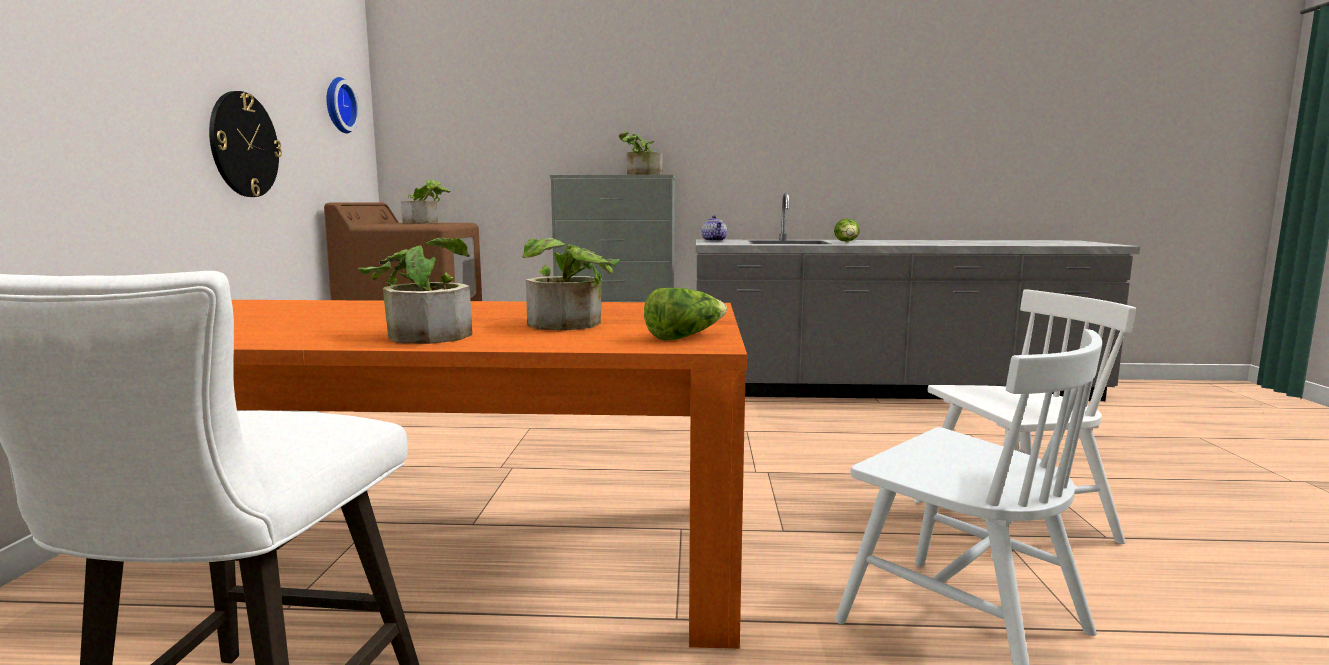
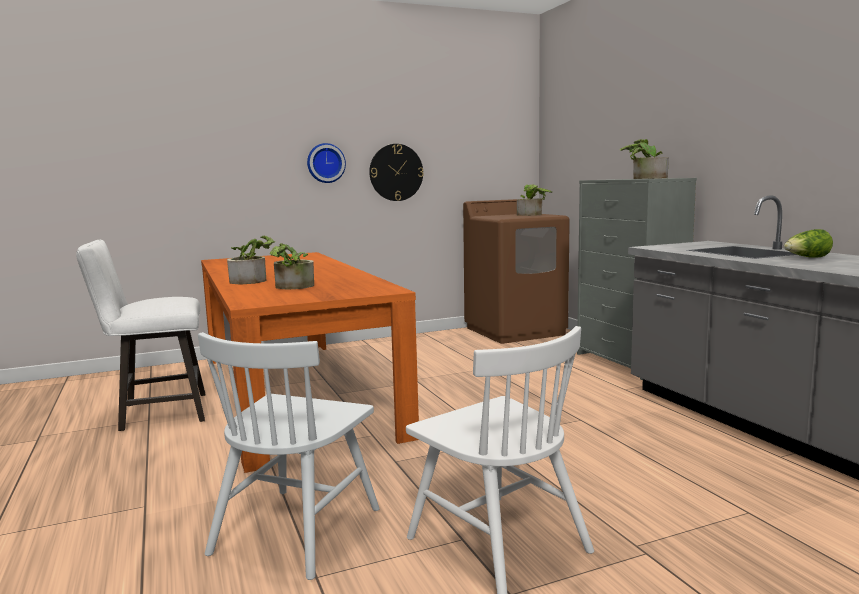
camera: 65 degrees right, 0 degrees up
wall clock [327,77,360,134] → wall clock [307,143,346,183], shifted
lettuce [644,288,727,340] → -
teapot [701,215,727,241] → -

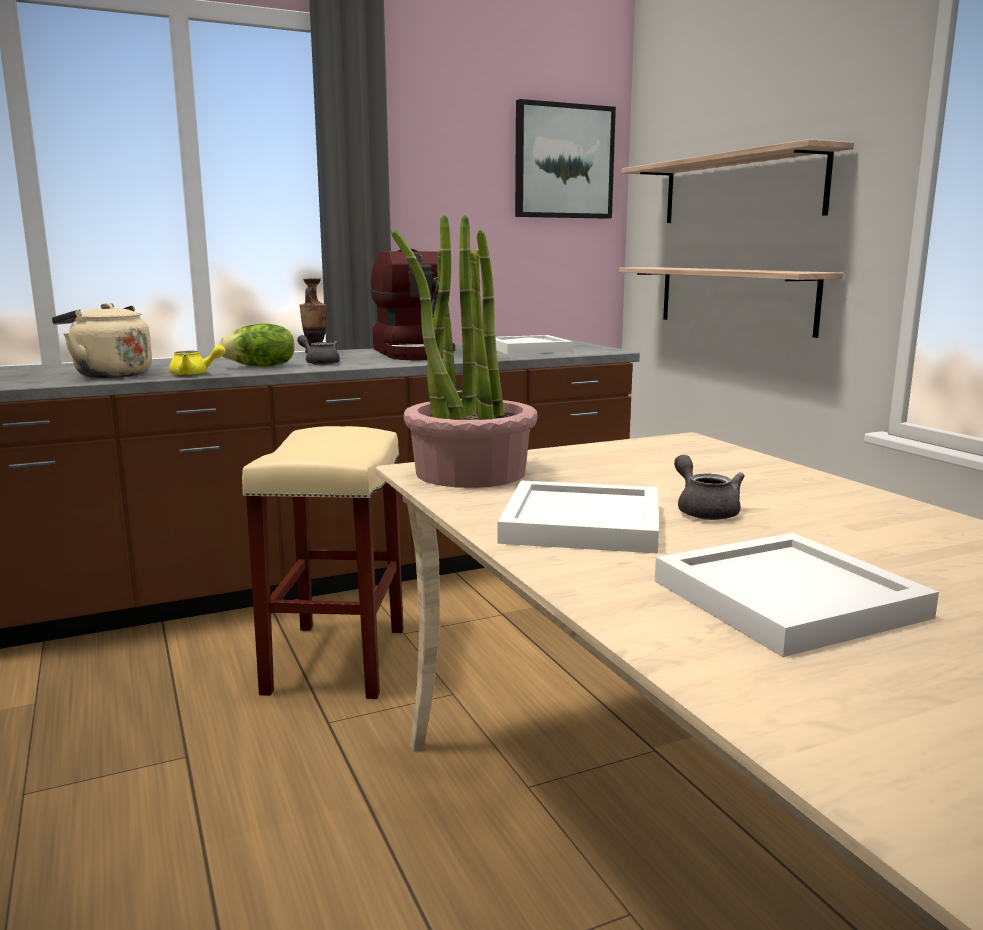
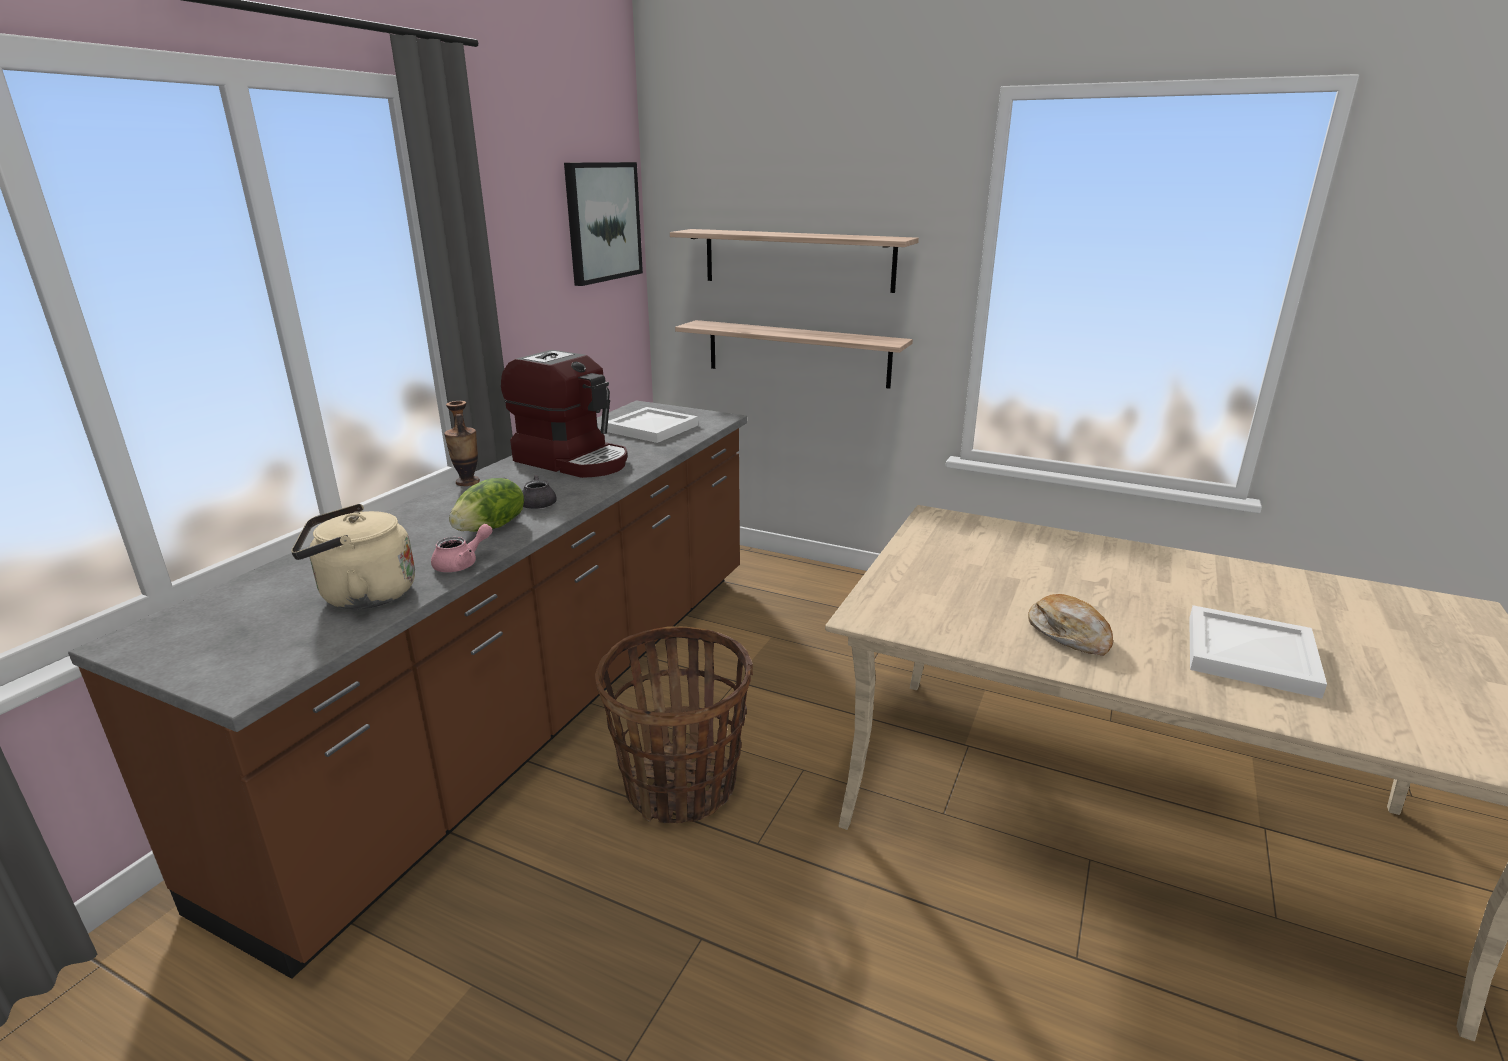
camera: 40 degrees left, 10 degrees up
teapot (yellow) [169,345,226,376] → teapot (pink) [431,524,493,572]
stool (beige) [242,426,404,699] → basket [595,626,753,823]
tray (white) [497,480,659,554] → bread [1028,594,1113,656]
potted plant [391,215,538,488] → -
teapot (grey) [674,455,745,520] → -

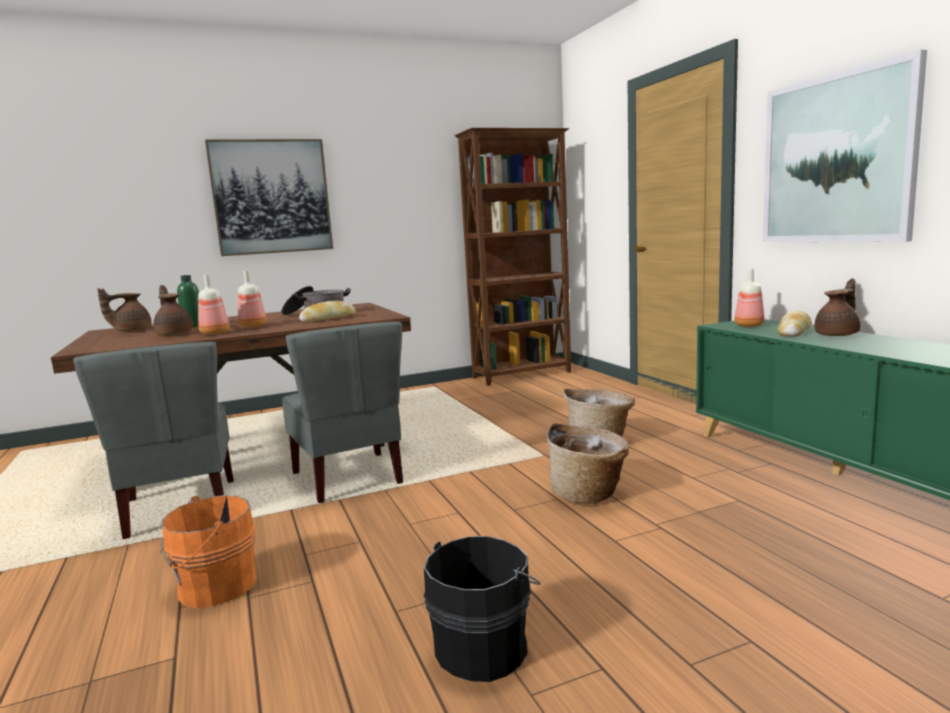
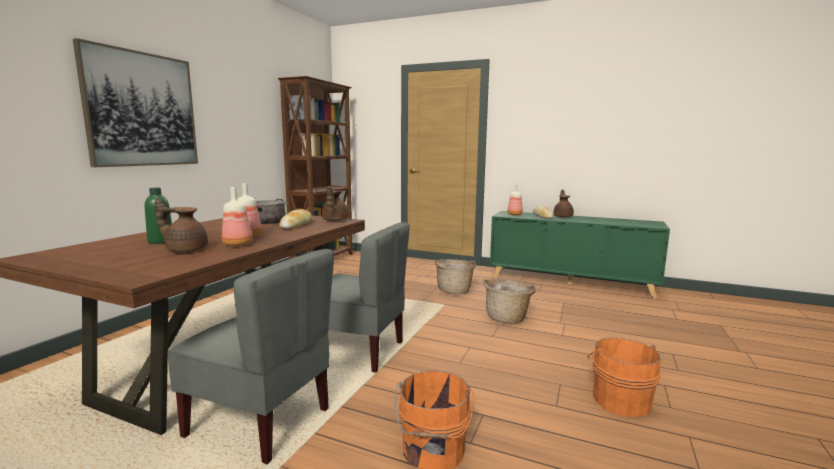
camera: 45 degrees left, 0 degrees up
teapot (brown) [97,288,151,331] → teapot (brown) [321,186,348,221], shifted
bucket (black) [424,536,540,682] → bucket (orange) [588,338,661,417]
picture [763,50,927,242] → -

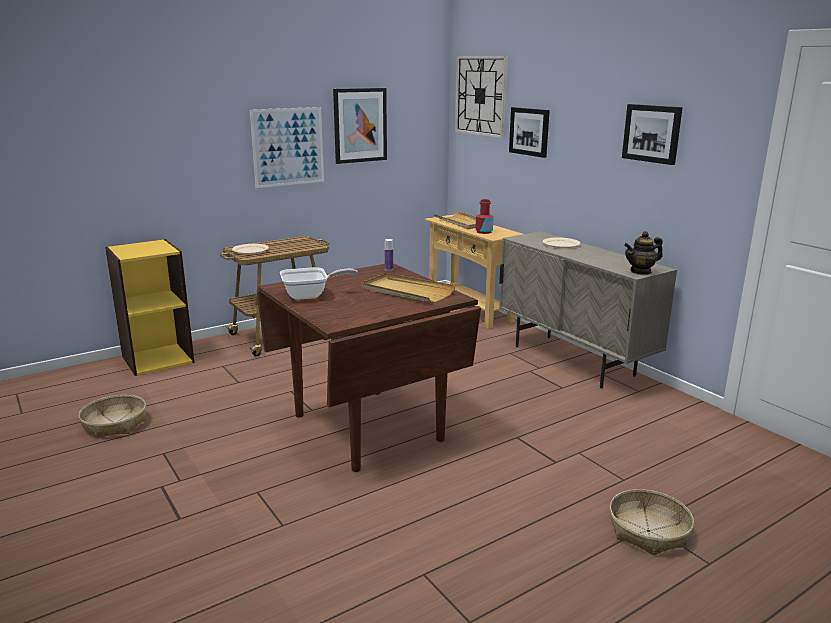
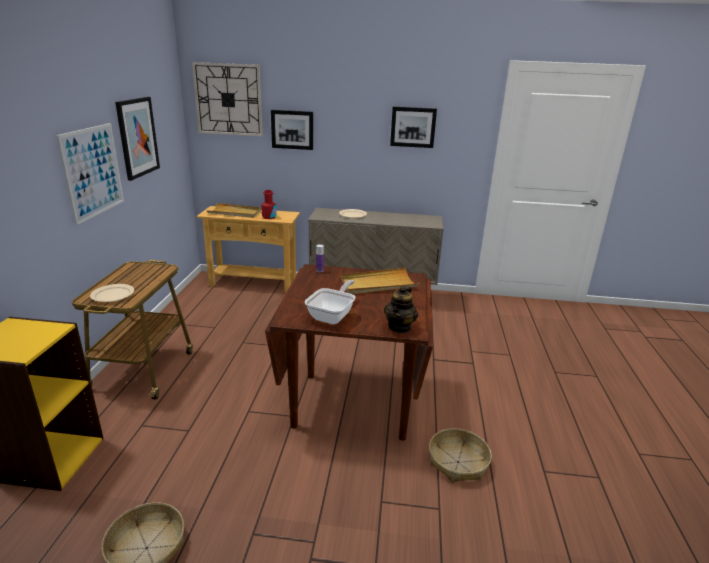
camera: 50 degrees left, 5 degrees up
teapot [624,231,663,275] → teapot [384,286,418,333], shifted
basket [609,489,694,555] → basket [429,428,492,483], shifted

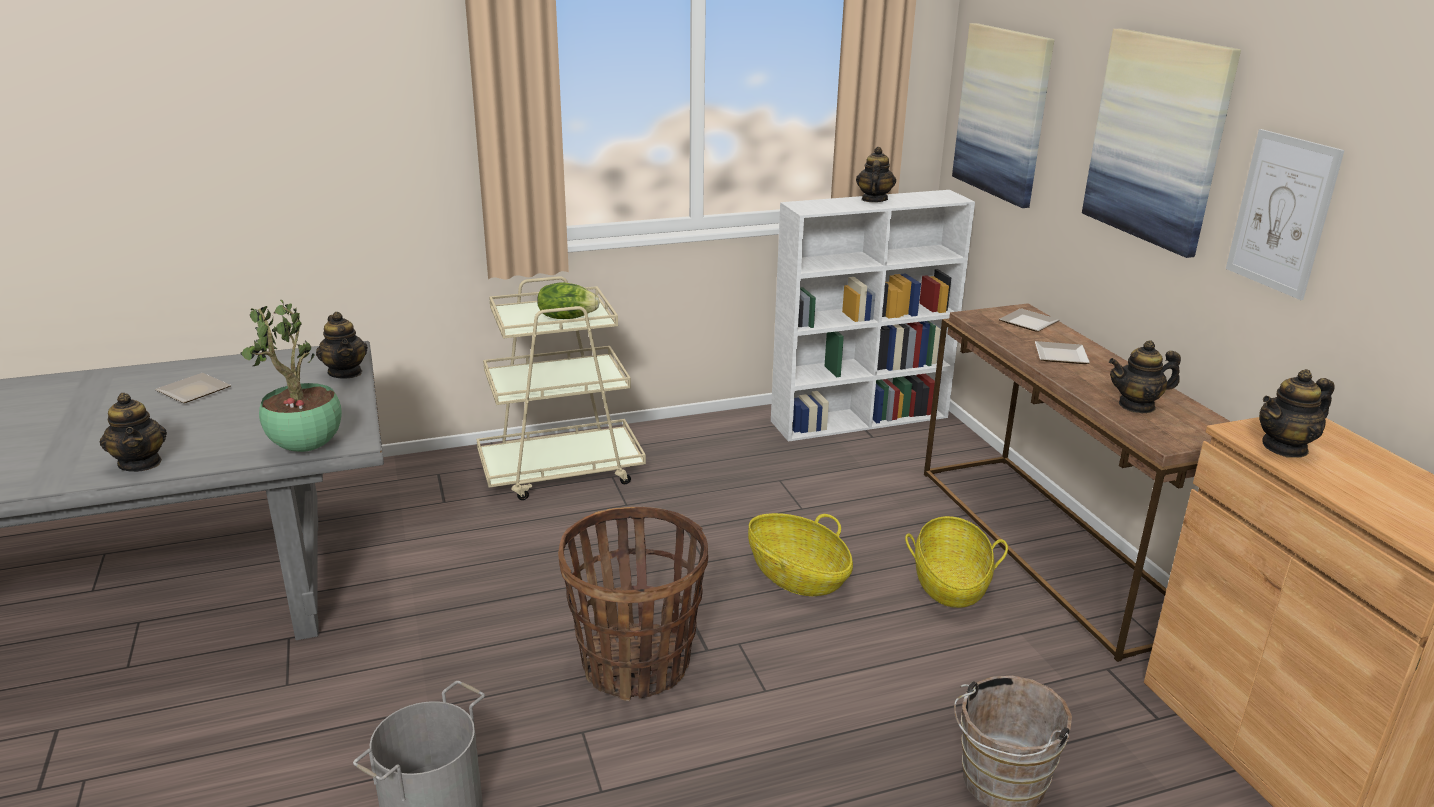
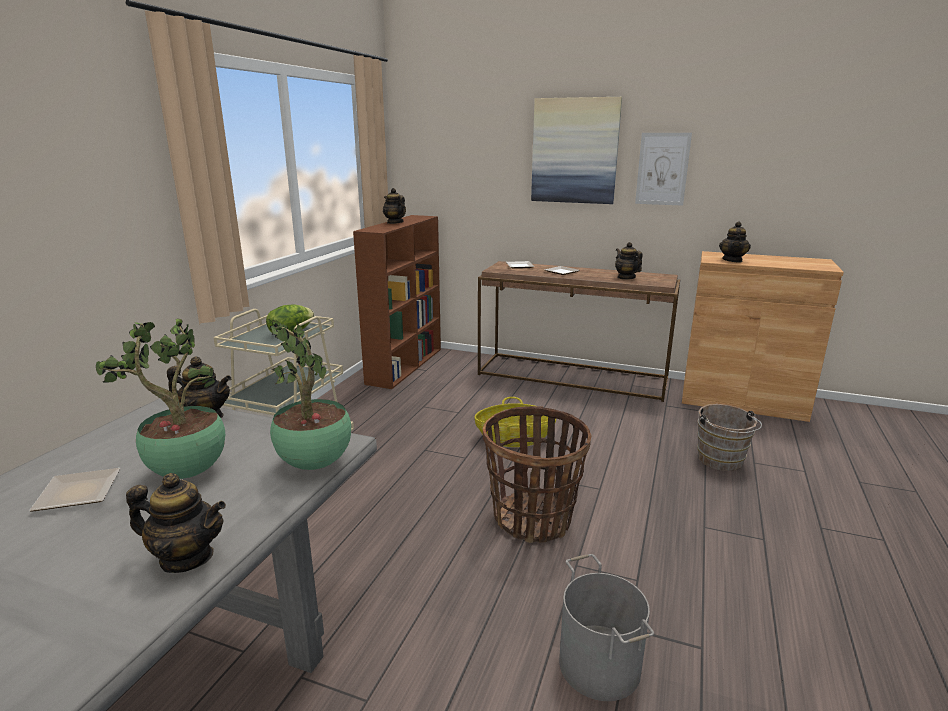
camera: 50 degrees left, 5 degrees down
- → potted plant [96,319,225,479]
bookcase (white) [771,190,975,442] → bookcase (brown) [353,215,441,389]
teapot [1109,340,1181,413] → teapot [615,242,643,280], 120 degrees clockwise
basket [905,516,1008,608] → -
picture [952,23,1054,208] → -

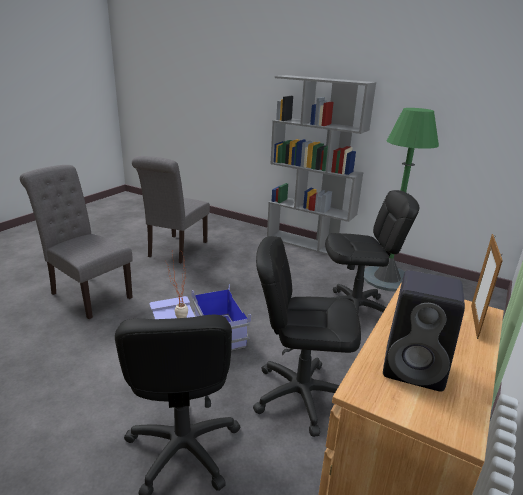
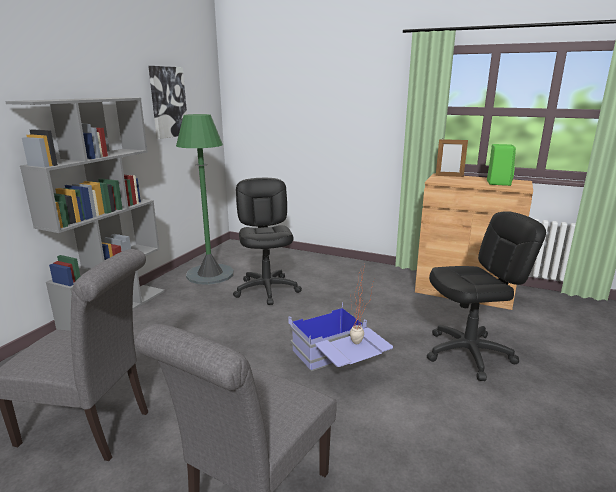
camera: 95 degrees left, 5 degrees down
- → picture [148,66,187,139]
speaker (black) [383,270,465,391] → speaker (green) [487,144,516,186]
office chair (black) [253,236,361,437] → -

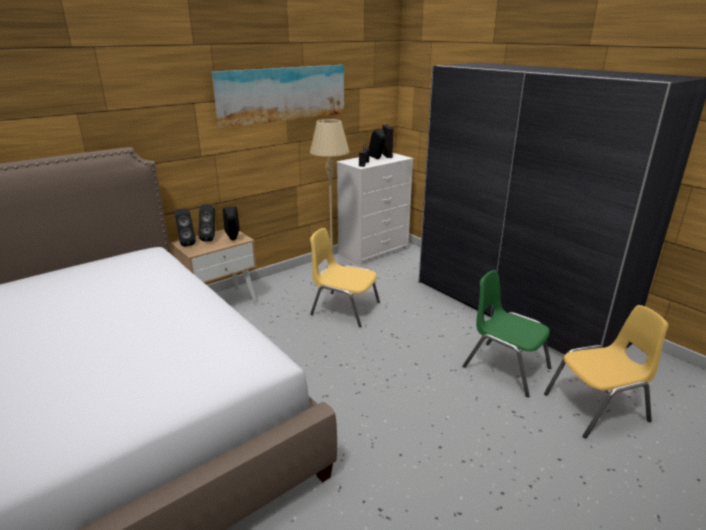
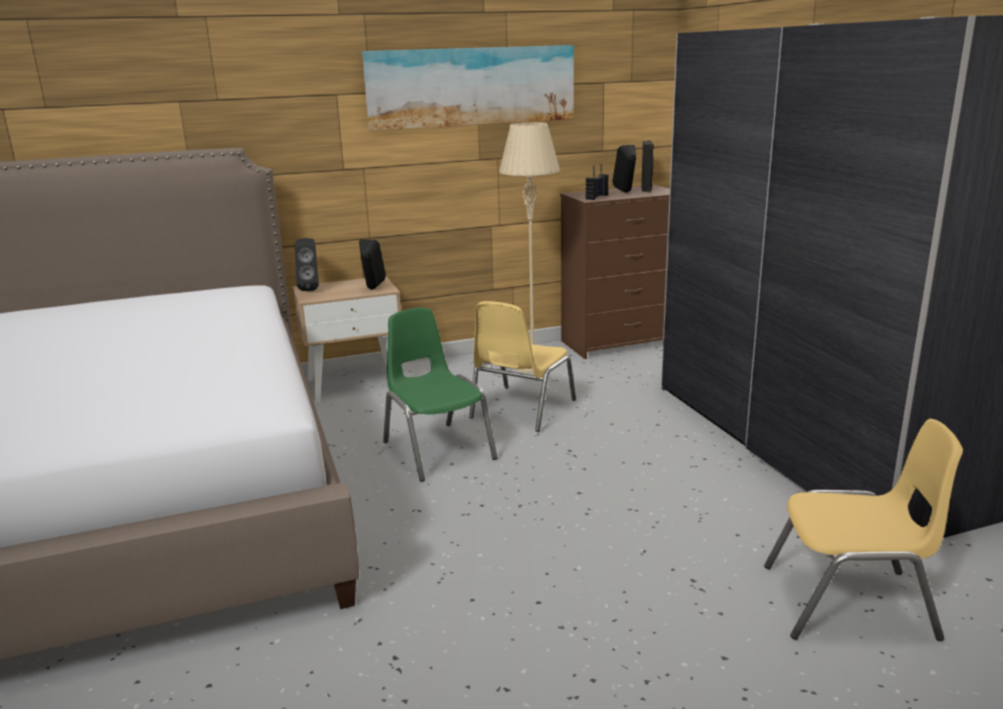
camera: 20 degrees right, 5 degrees down
chair (green) [463,270,552,397] → chair (green) [383,308,497,482], shifted
chair (yellow) [310,228,380,327] → chair (yellow) [469,301,576,432], 105 degrees counterclockwise
dresser (white) [336,153,414,266] → dresser (brown) [560,185,670,359]
speaker (black) [199,205,215,242] → -

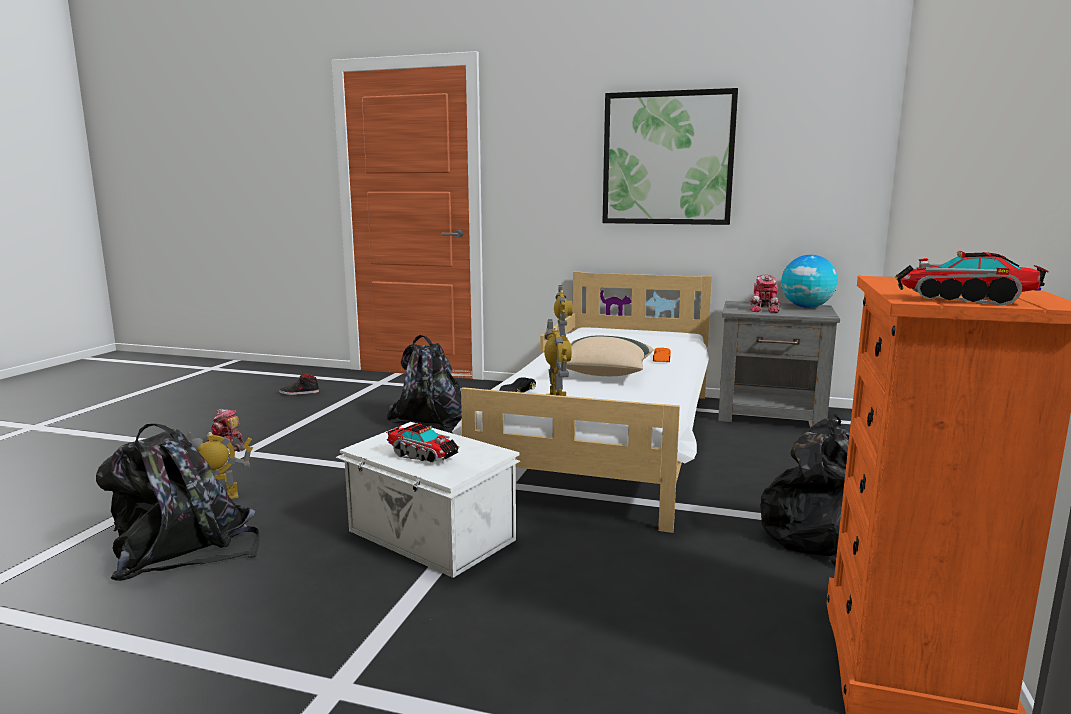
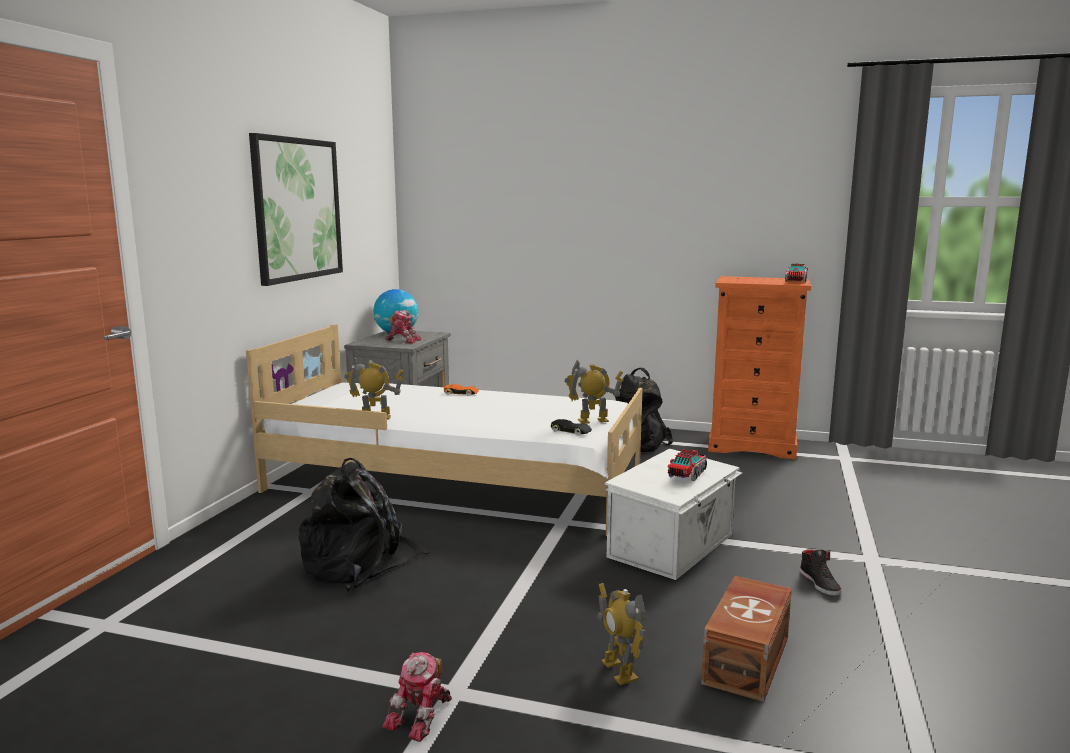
camera: 90 degrees left, 0 degrees up
backpack (black) [96,424,260,581] → storage box (brown) [701,576,792,702]
shoe (black) [279,372,319,395] → shoe (black) [800,550,841,596], shifted
pillow (beige) [566,336,653,376] → -

